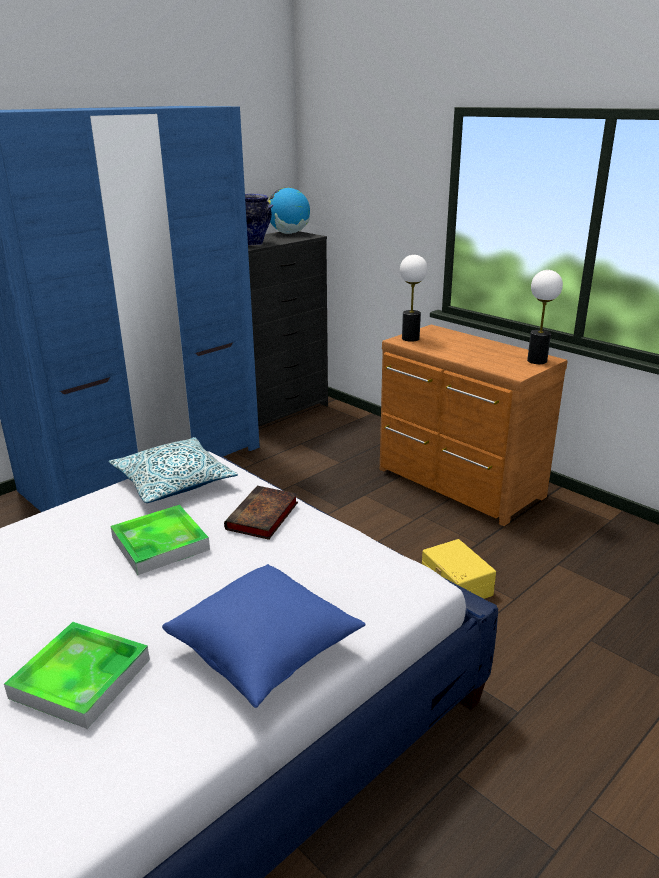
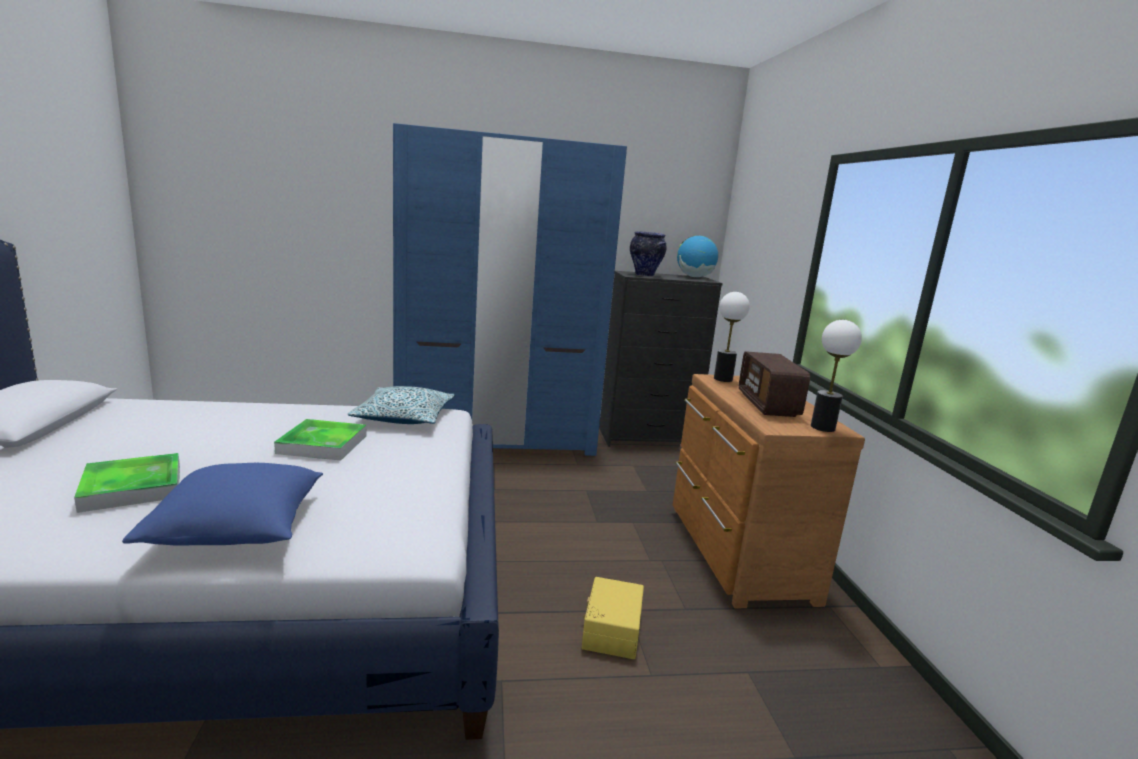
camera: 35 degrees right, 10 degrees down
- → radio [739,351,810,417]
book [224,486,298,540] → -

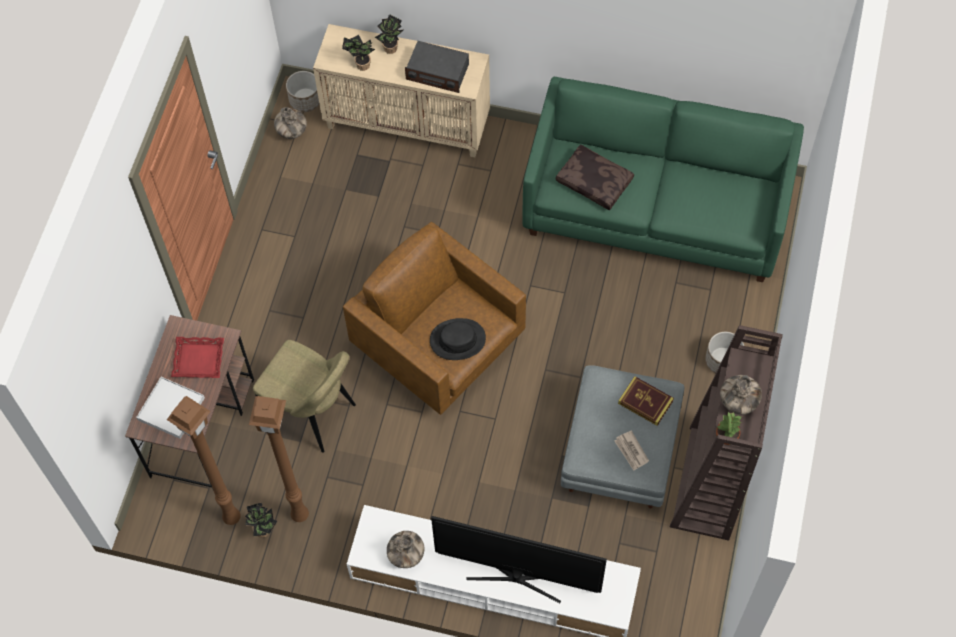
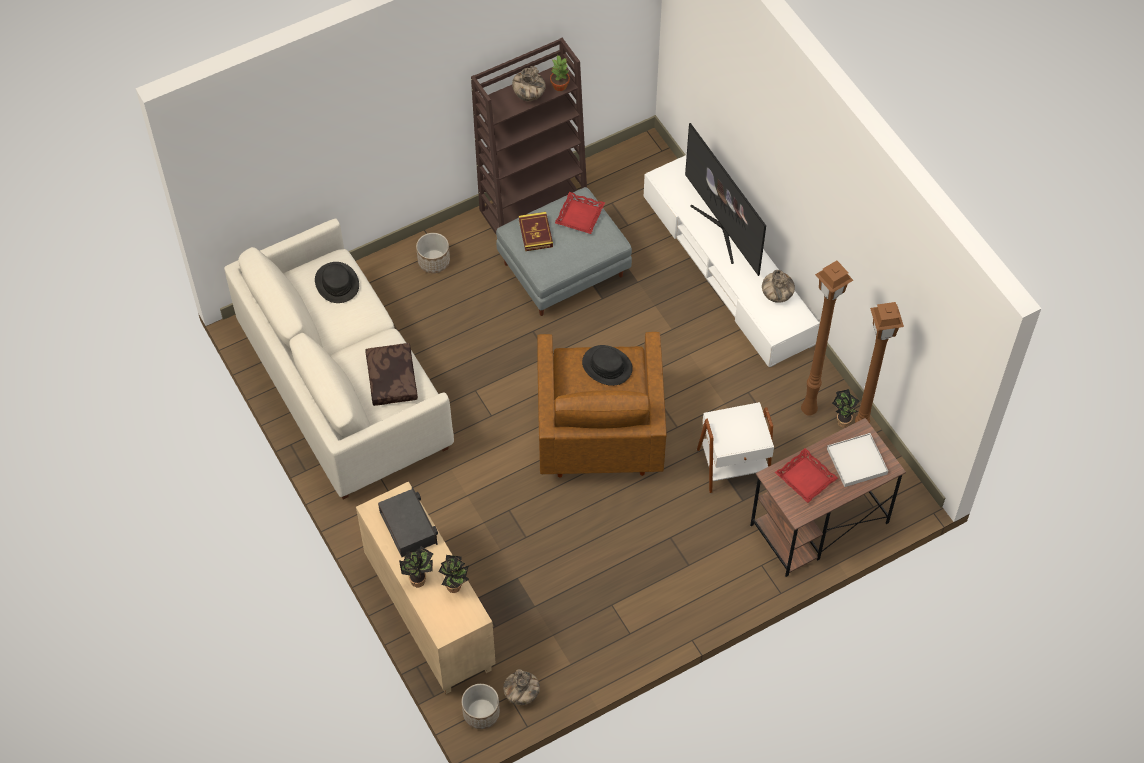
camera: 135 degrees left, 5 degrees down
sofa (green) [522,77,804,282] → sofa (white) [224,218,454,499]
- → hat (black) [315,262,359,303]
newspaper [615,430,649,471] → tray (red) [555,192,605,234]
chair (beige) [253,340,356,453] → side table (white) [697,402,774,493]

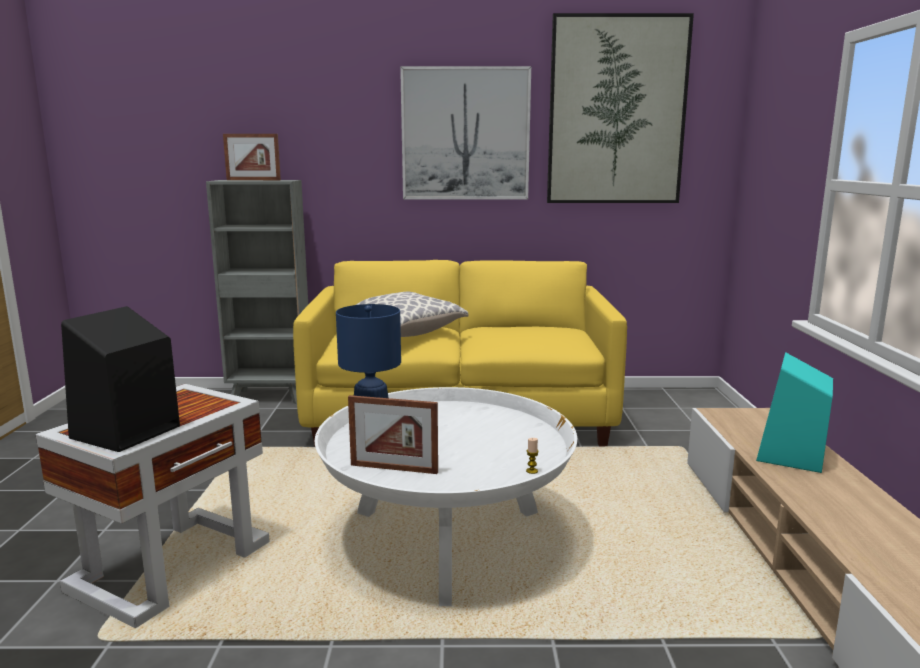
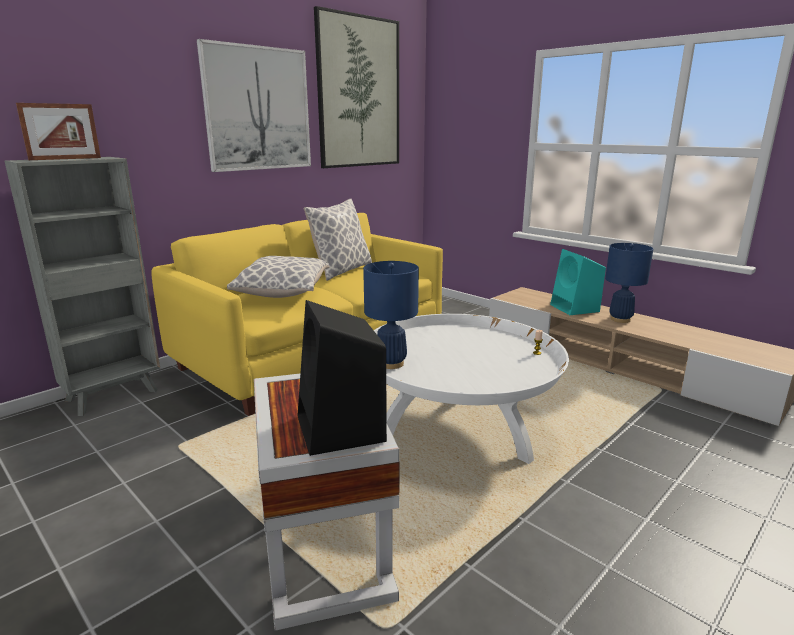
camera: 45 degrees left, 5 degrees up
- → pillow [303,199,372,281]
- → table lamp (blue) [605,243,653,323]
picture frame [348,395,438,474] → -

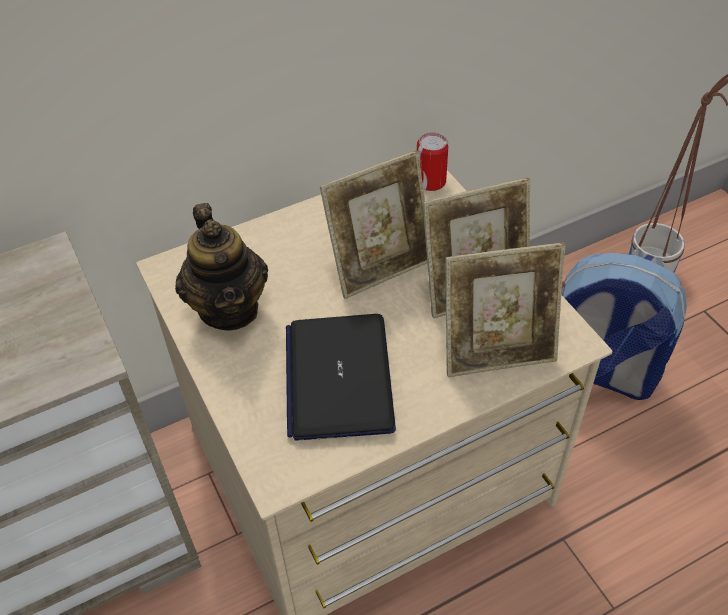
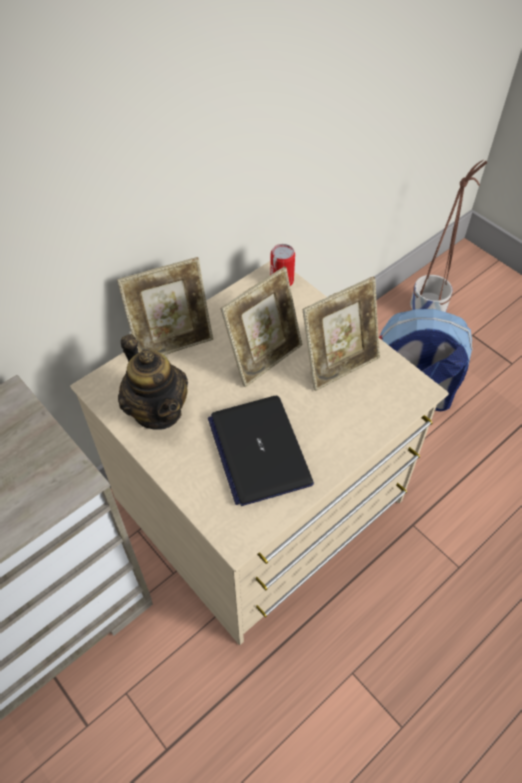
camera: 15 degrees left, 5 degrees up
picture frame [445,242,565,377] → picture frame [117,257,213,355], shifted

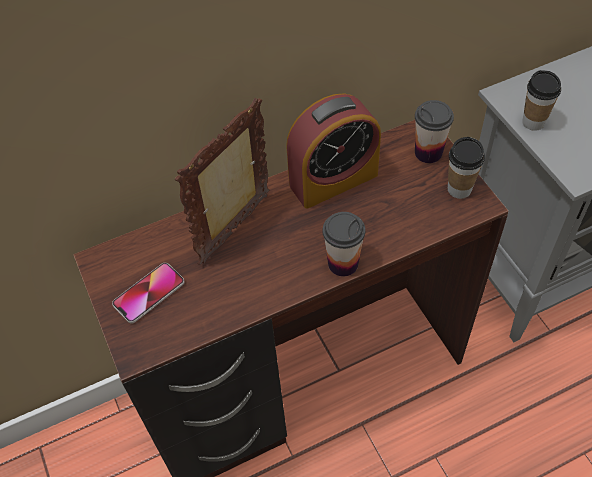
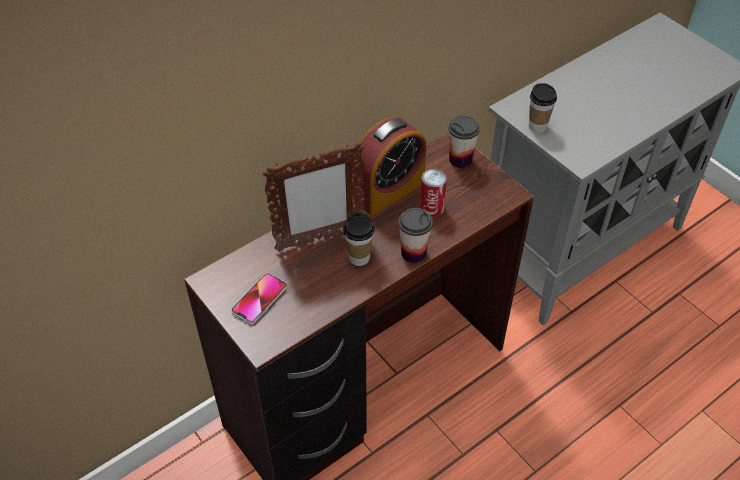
camera: 15 degrees left, 5 degrees down
picture frame [175,98,269,265] → picture frame [262,142,364,252], 135 degrees counterclockwise
cup [448,137,485,199] → cup [344,212,374,266], shifted
- → can [420,169,447,217]

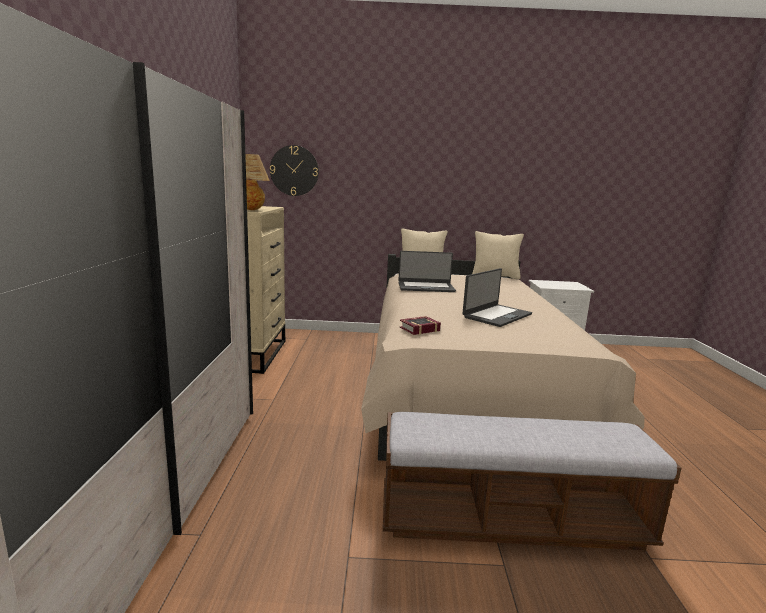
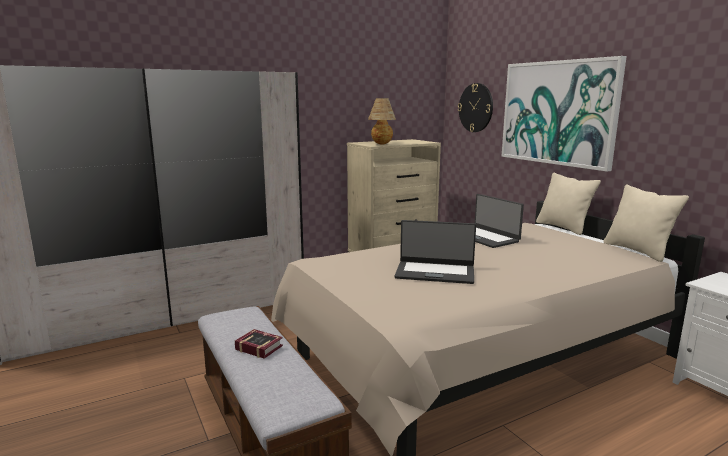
camera: 60 degrees right, 0 degrees up
book [399,316,441,335] → book [235,329,283,359], shifted
- → picture [501,56,627,172]

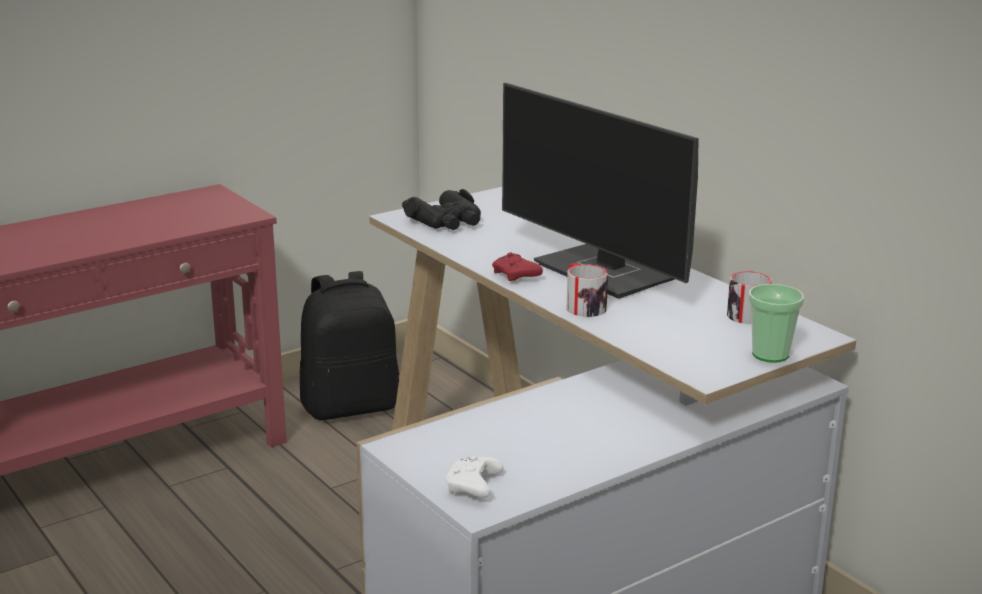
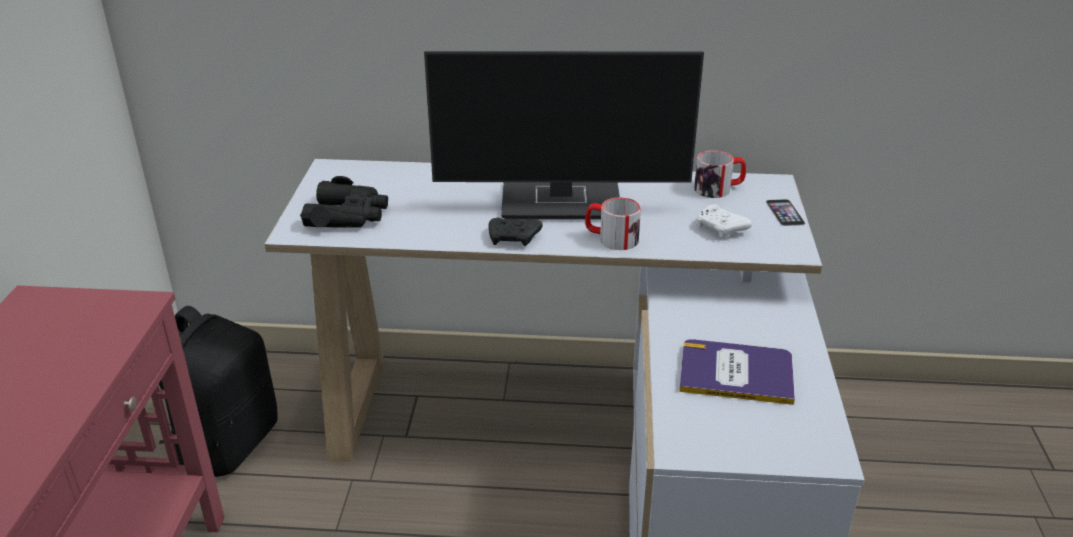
camera: 50 degrees left, 10 degrees up
game controller (red) [492,252,543,281] → game controller (black) [488,218,543,246]
- → book [679,339,795,405]
game controller (white) [446,456,504,498] → game controller (white) [697,204,752,237], shifted
cup [749,284,804,363] → phone [766,199,805,226]

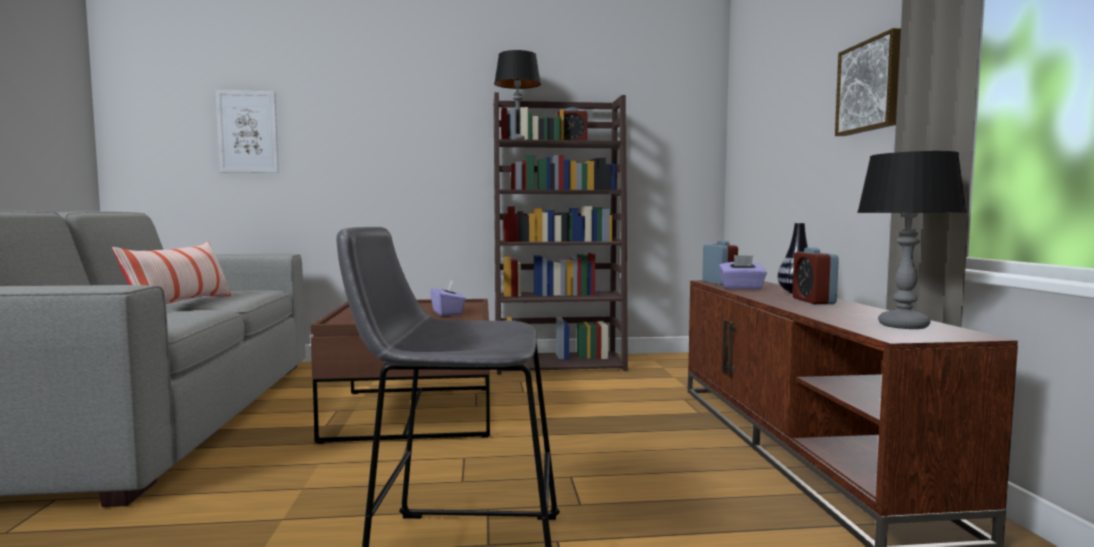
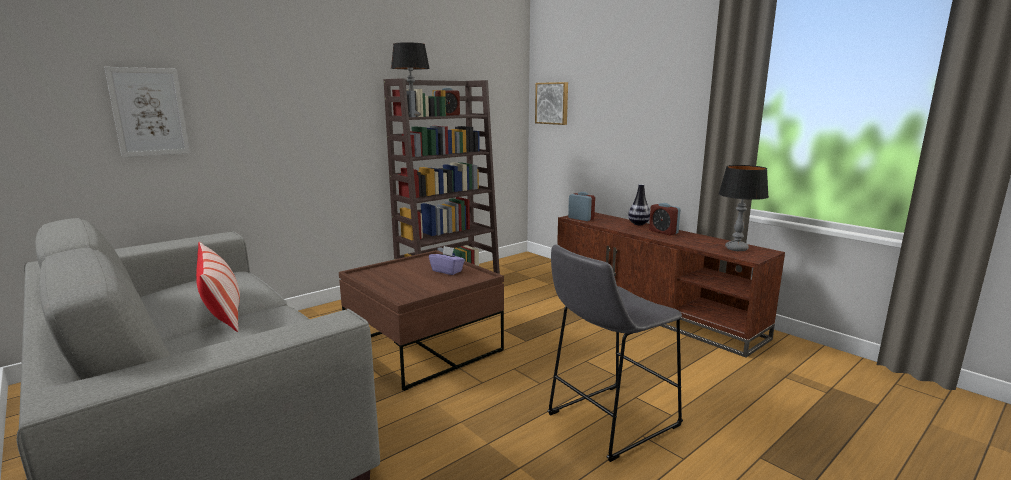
camera: 35 degrees left, 10 degrees up
picture [835,28,901,136] → picture [535,82,568,125], shifted
tissue box (purple) [719,255,767,289] → -

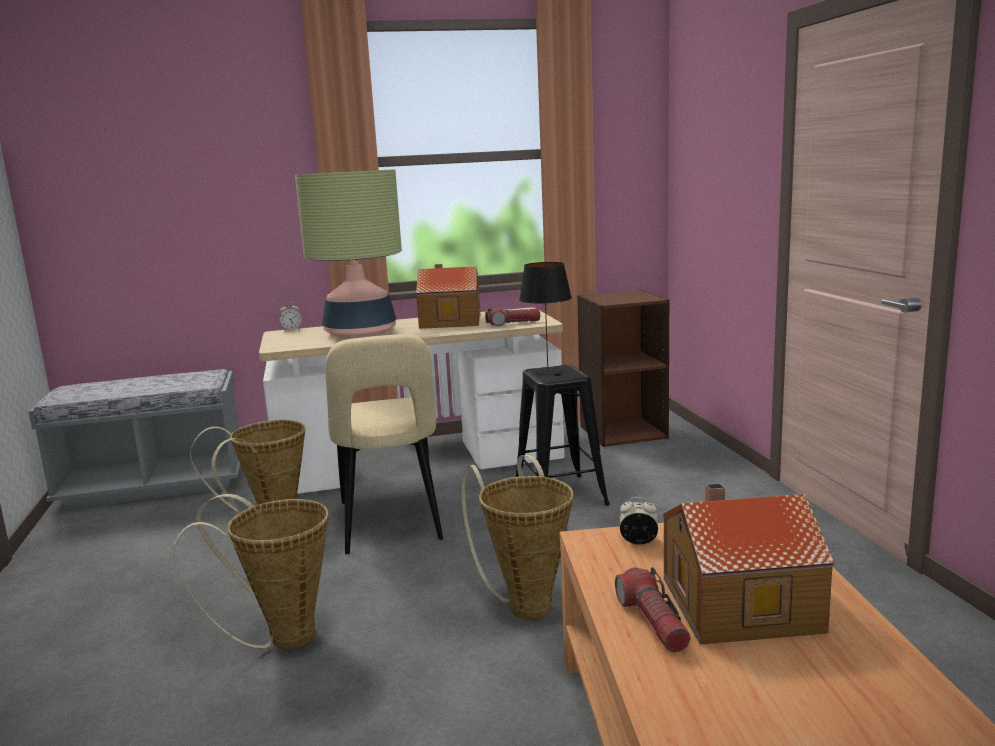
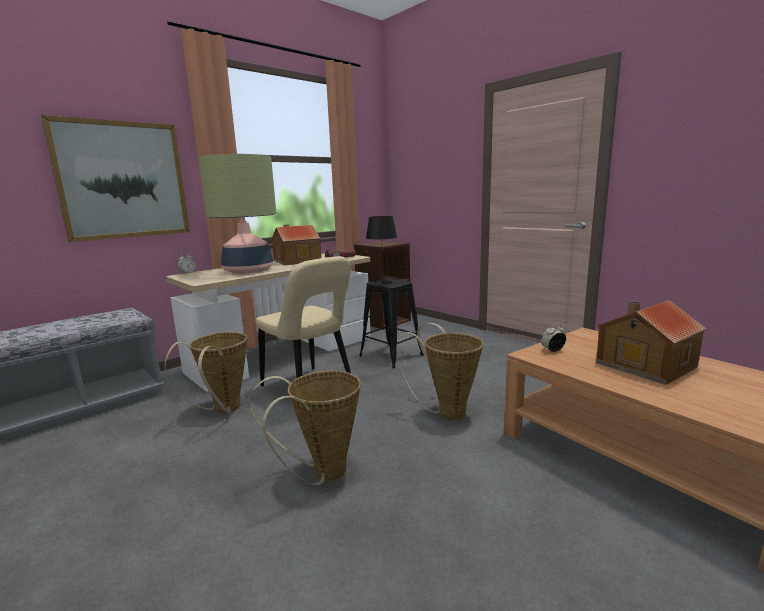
camera: 30 degrees left, 0 degrees up
- → picture [41,115,190,242]
flashlight [615,567,691,653] → -

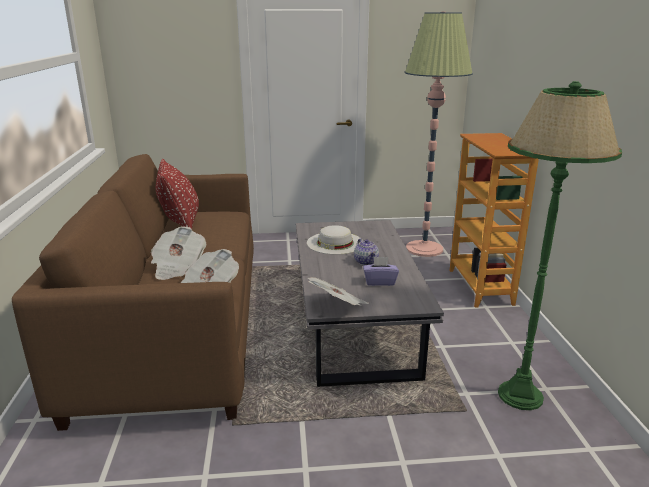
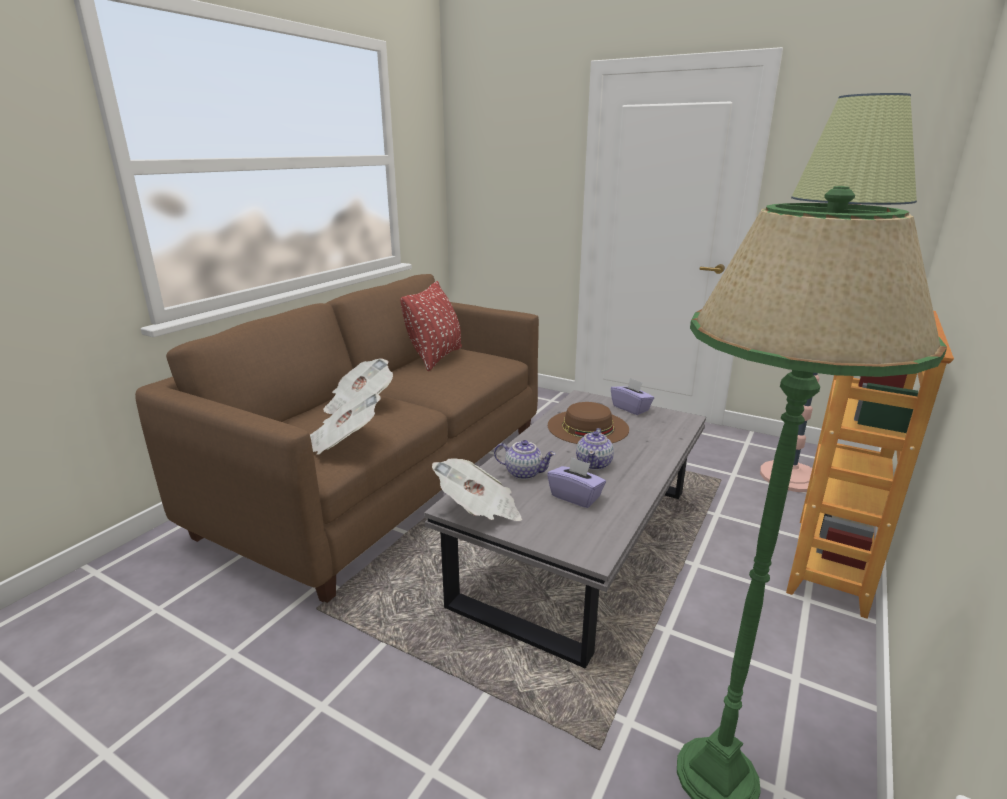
camera: 35 degrees right, 0 degrees up
- → teapot [494,440,556,480]
hat (white) [307,225,360,254] → hat (brown) [548,402,629,444]
- → tissue box (purple) [611,378,654,415]

